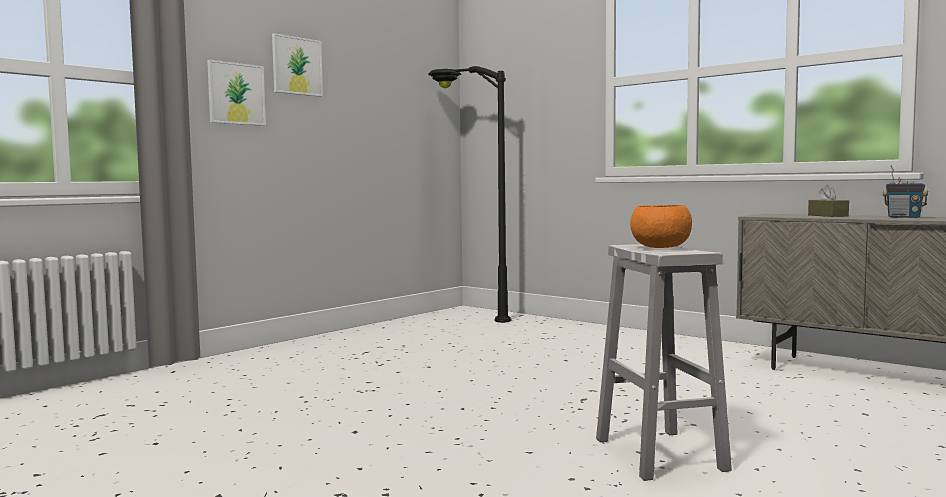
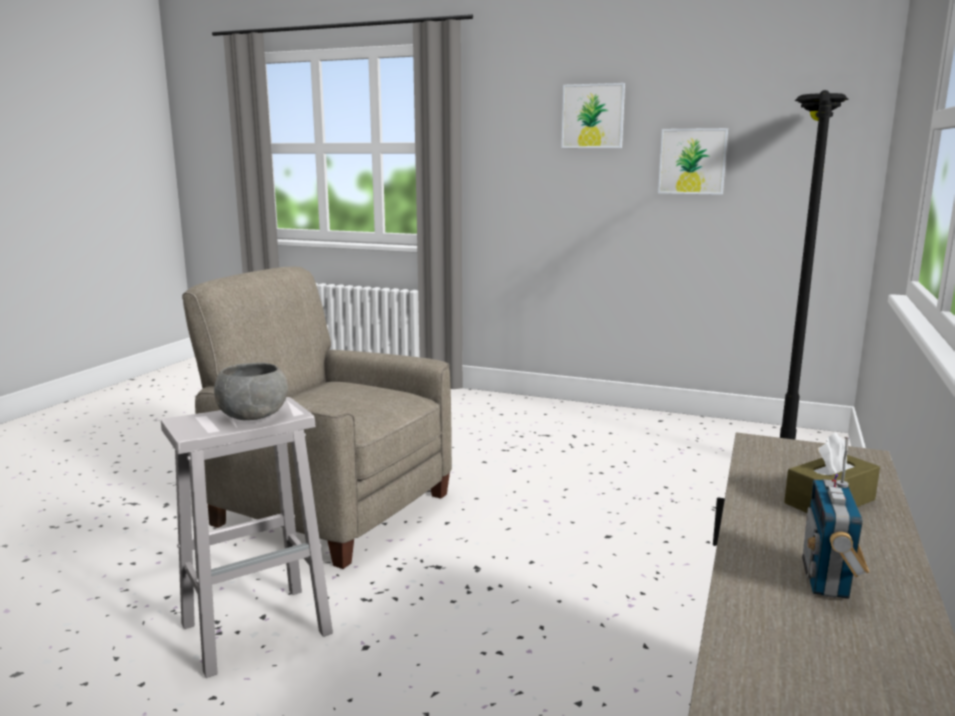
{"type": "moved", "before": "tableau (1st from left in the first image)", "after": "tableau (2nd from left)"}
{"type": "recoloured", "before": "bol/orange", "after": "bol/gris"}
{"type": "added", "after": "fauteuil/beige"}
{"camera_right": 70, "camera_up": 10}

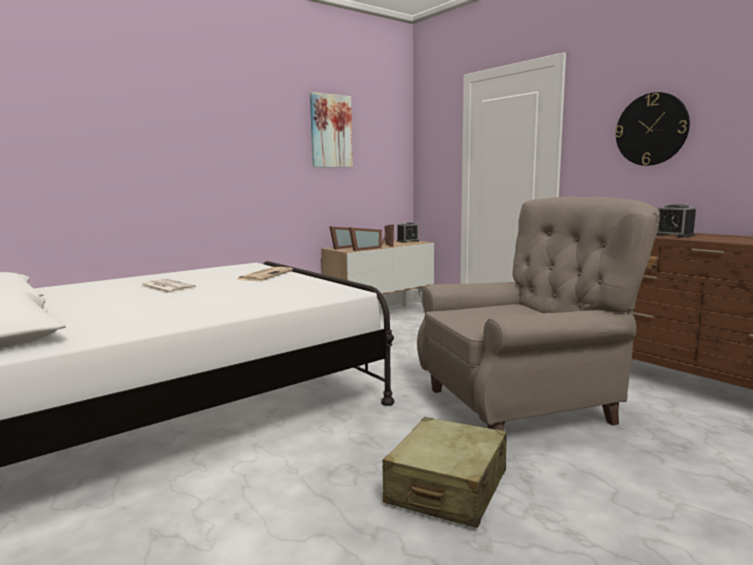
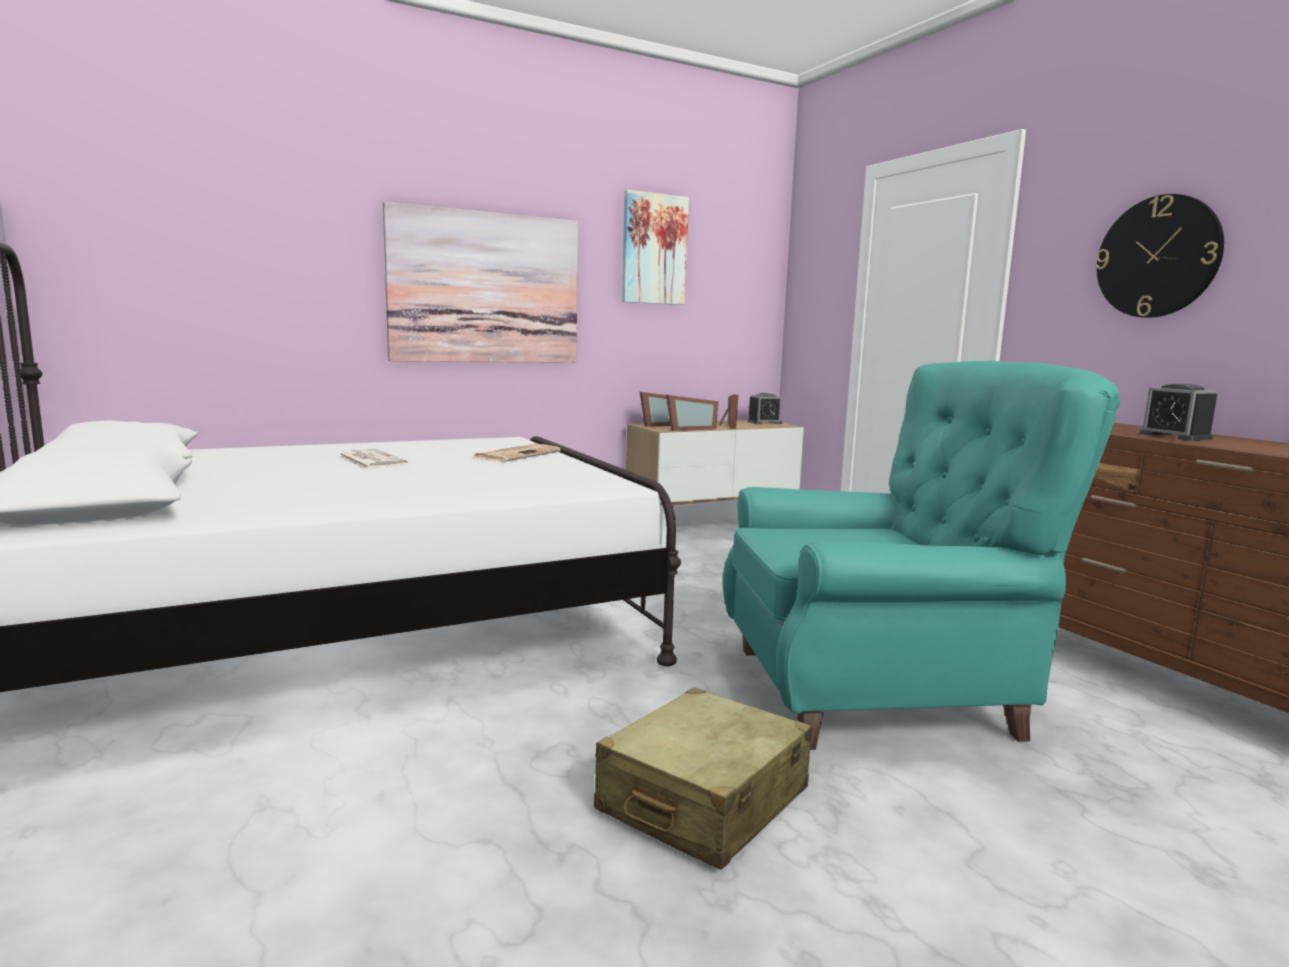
{"type": "recoloured", "before": "fauteuil/beige", "after": "fauteuil/turquoise"}
{"type": "added", "after": "tableau (1st from left)"}
{"camera_right": 10, "camera_up": 0}

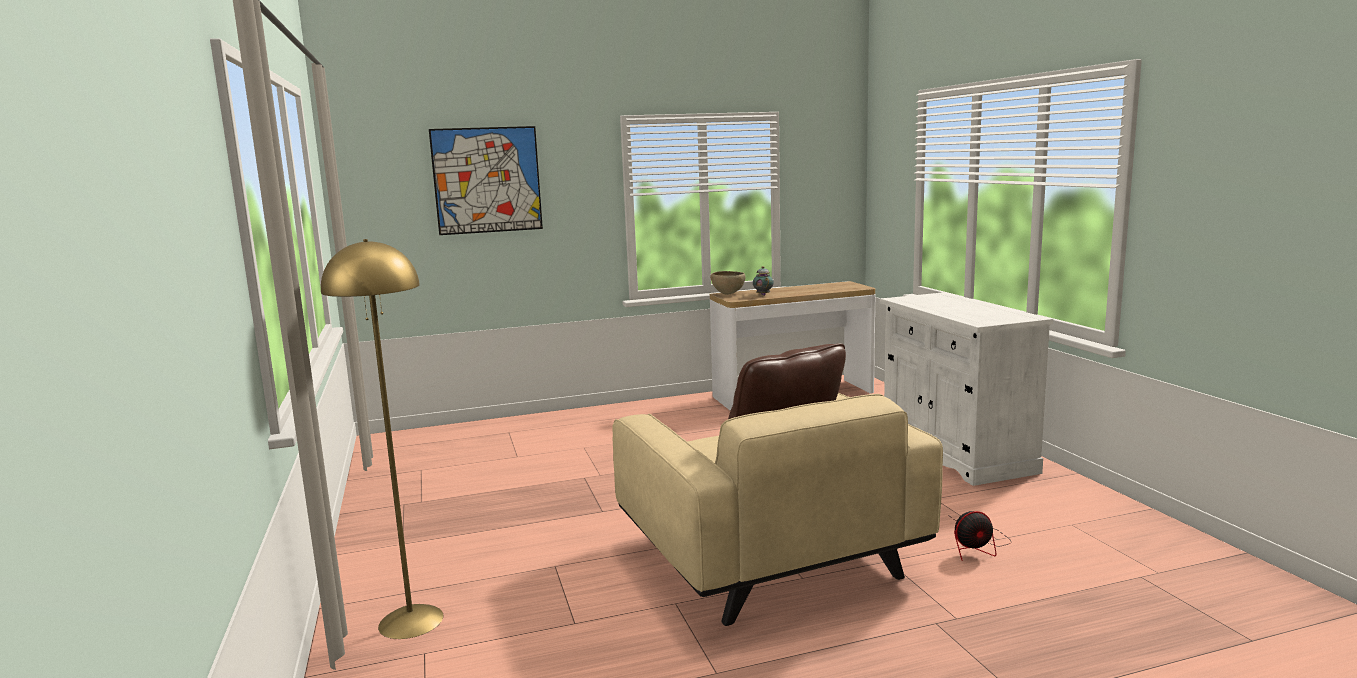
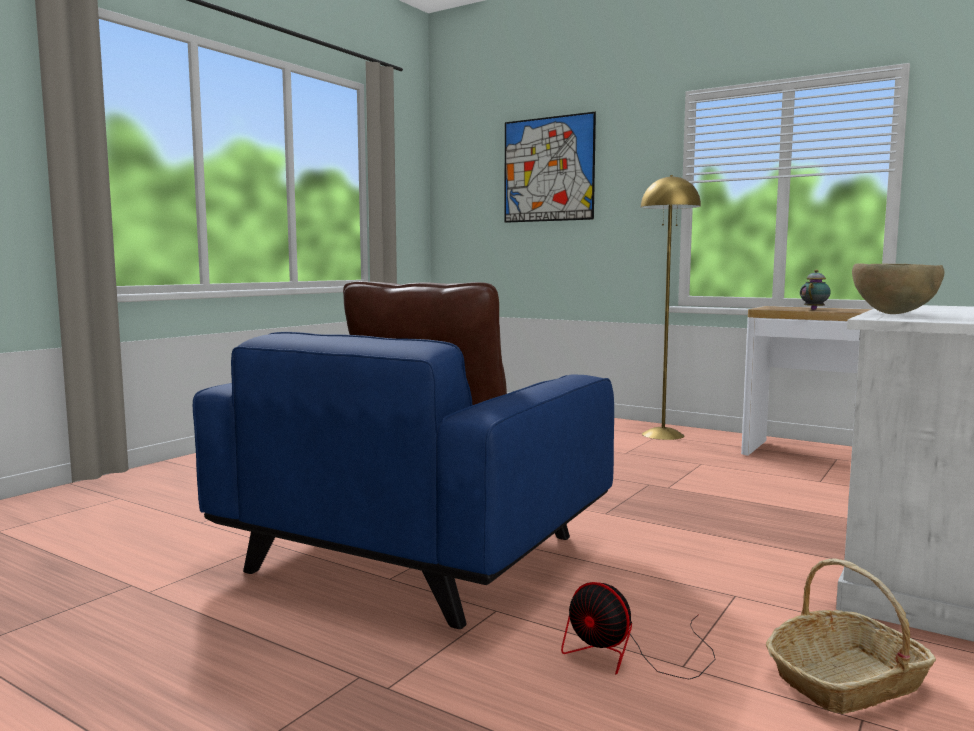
{"type": "moved", "before": "lampadaire/jaune"}
{"type": "recoloured", "before": "fauteuil/beige", "after": "fauteuil/bleu"}
{"type": "moved", "before": "bol/marron"}
{"type": "added", "after": "panier"}
{"camera_right": 50, "camera_up": -5}

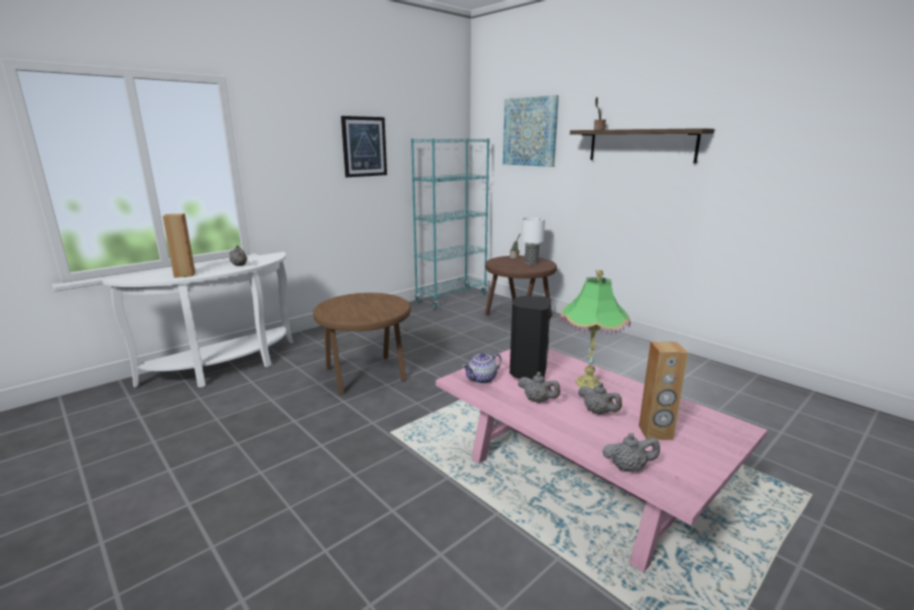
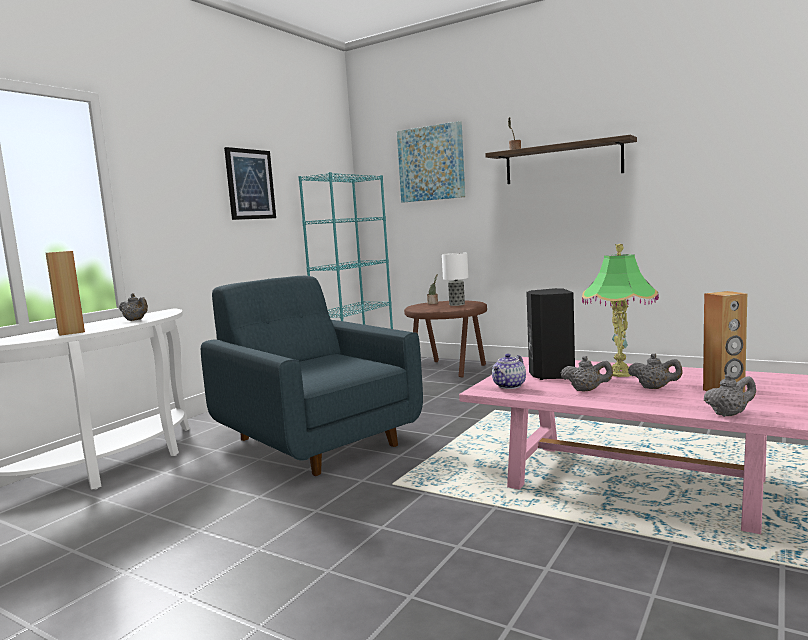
{"type": "replaced", "before": "table d'appoint/marron (1st from left)", "after": "fauteuil/bleu"}
{"camera_right": -15, "camera_up": -10}

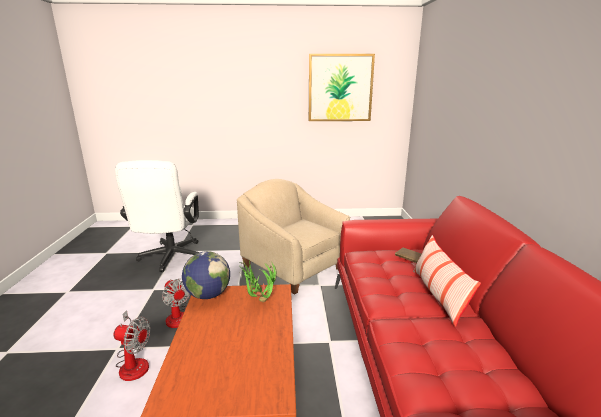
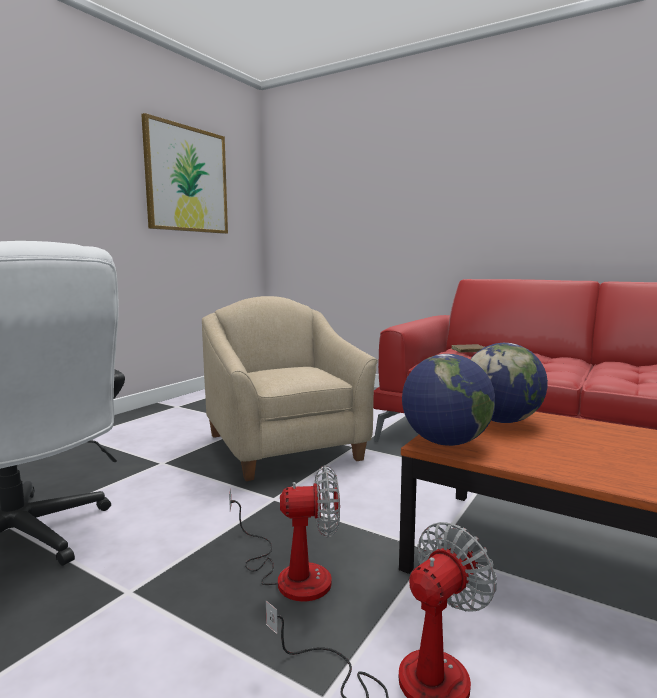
{"type": "turned", "before": "fauteuil/beige", "turn": 75}
{"type": "replaced", "before": "plante en pot", "after": "globe (2nd from left)"}
{"type": "removed", "before": "coussin"}
{"camera_right": -55, "camera_up": -10}

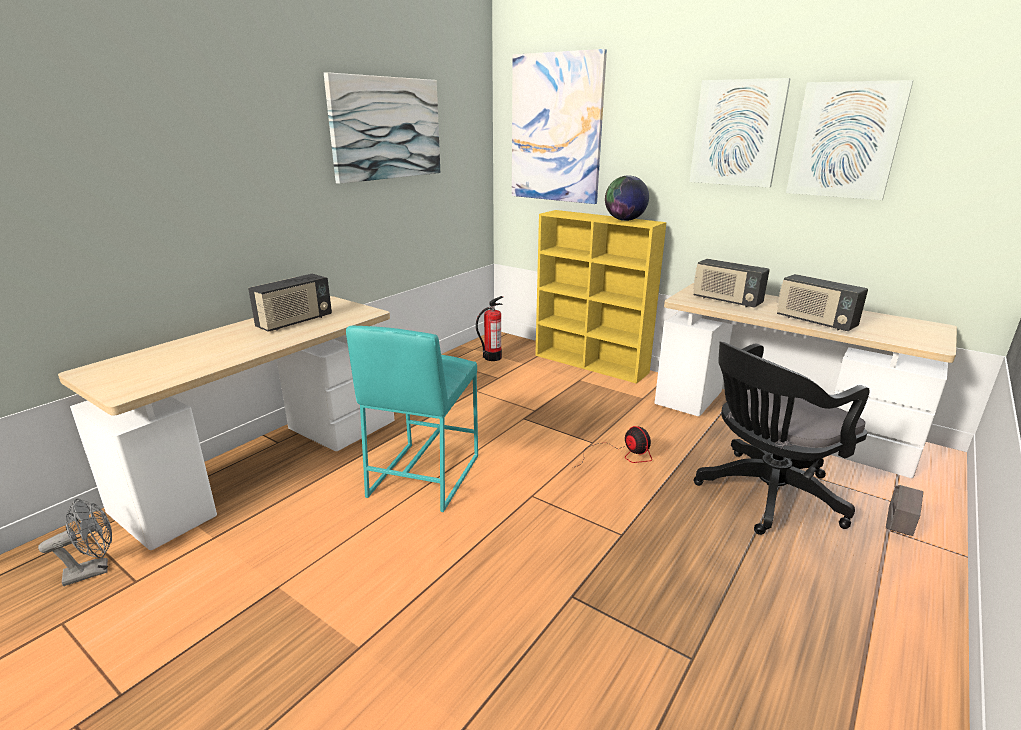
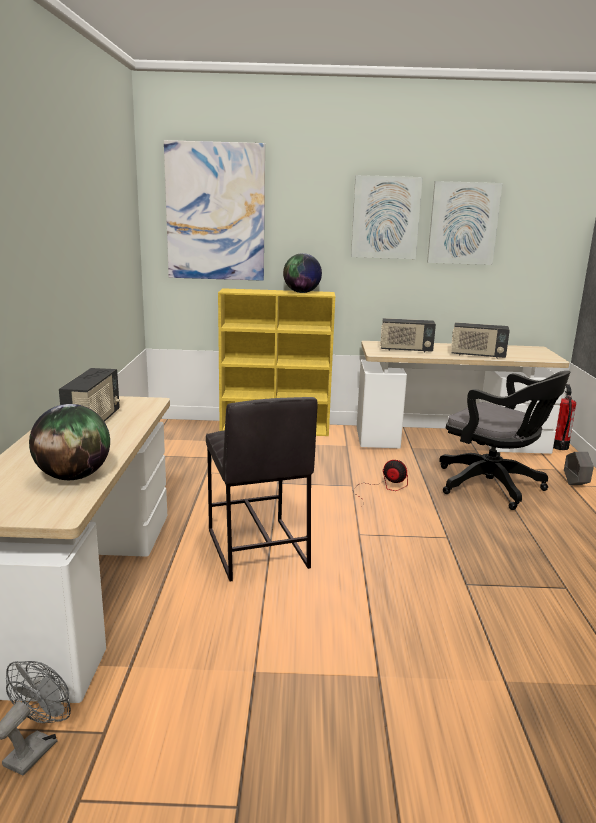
{"type": "removed", "before": "tableau (1st from left)"}
{"type": "recoloured", "before": "tabouret/turquoise", "after": "tabouret/gris"}
{"type": "moved", "before": "extincteur"}
{"type": "turned", "before": "chaise de bureau/noir", "turn": -75}
{"type": "added", "after": "globe (1st from left)"}
{"camera_right": -35, "camera_up": -5}

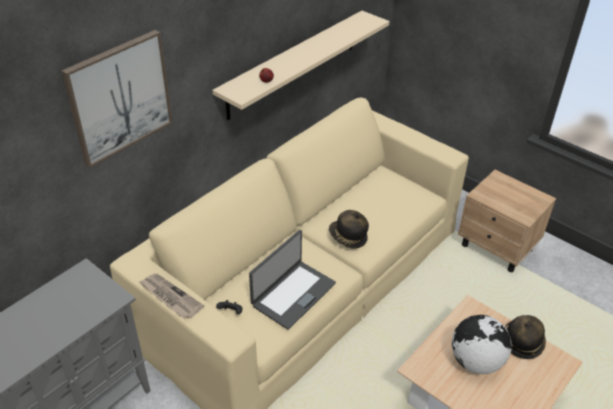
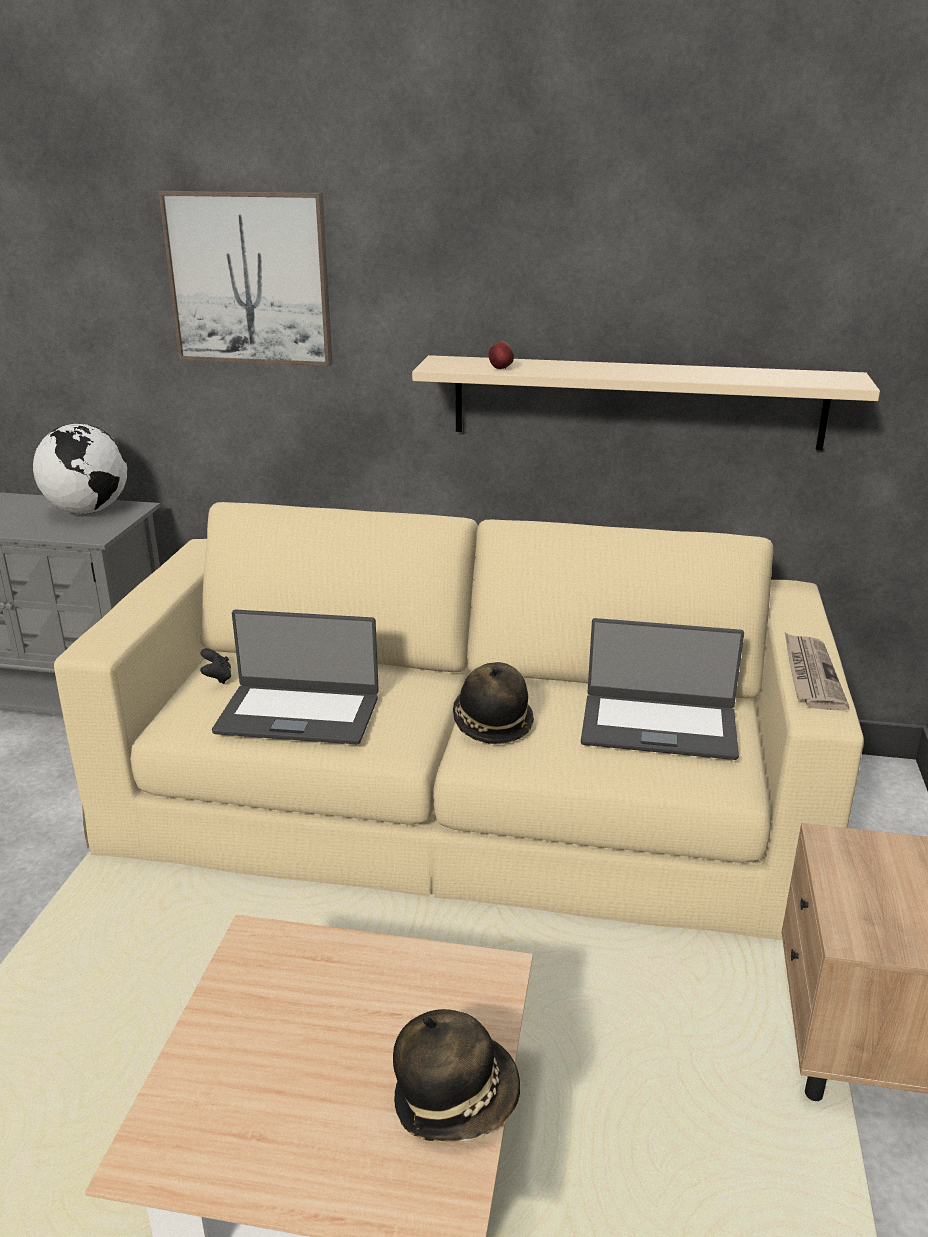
{"type": "moved", "before": "journal"}
{"type": "moved", "before": "globe"}
{"type": "added", "after": "ordinateur portable (2nd from left)"}
{"camera_right": 60, "camera_up": -15}

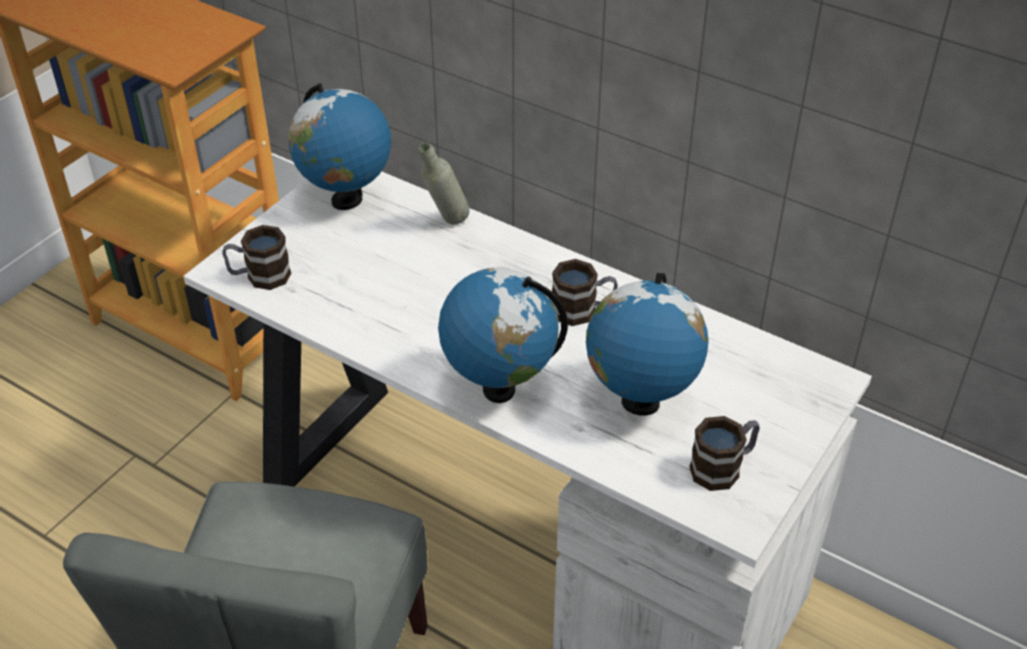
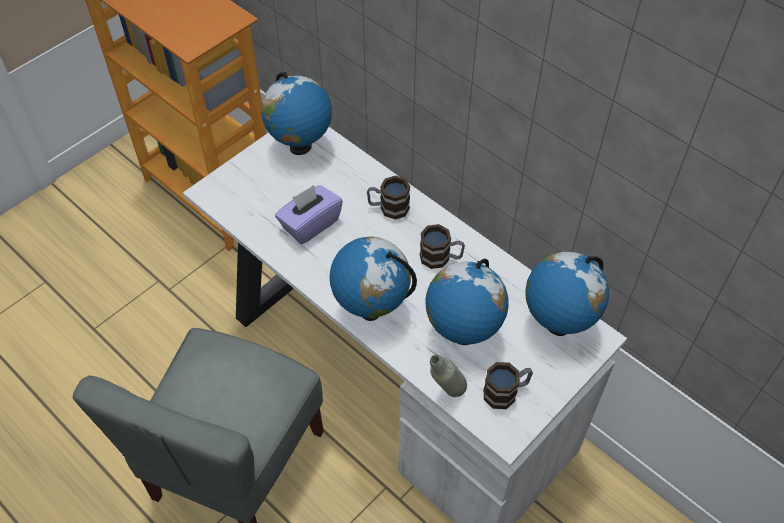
{"type": "moved", "before": "mug (1st from left)"}
{"type": "moved", "before": "bouteille/gris"}
{"type": "added", "after": "boîte à mouchoirs/violet"}
{"type": "added", "after": "globe (4th from left)"}
{"camera_right": 10, "camera_up": 10}

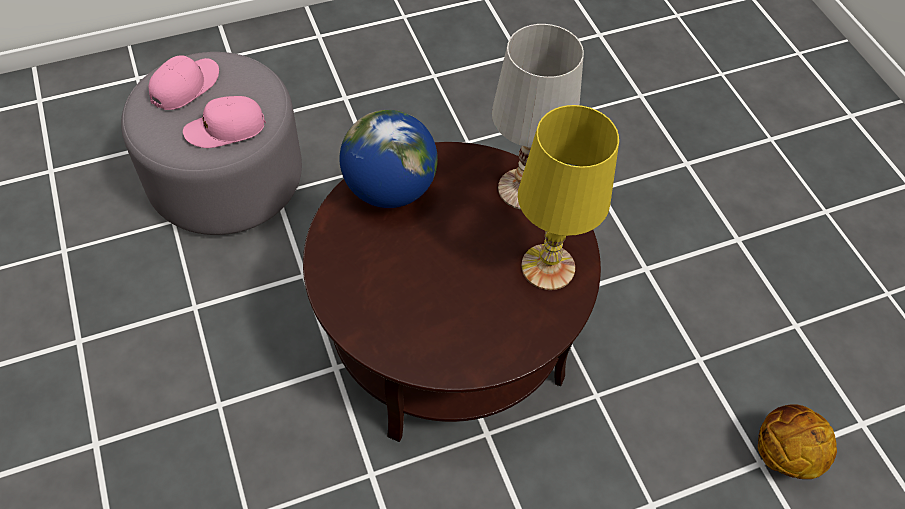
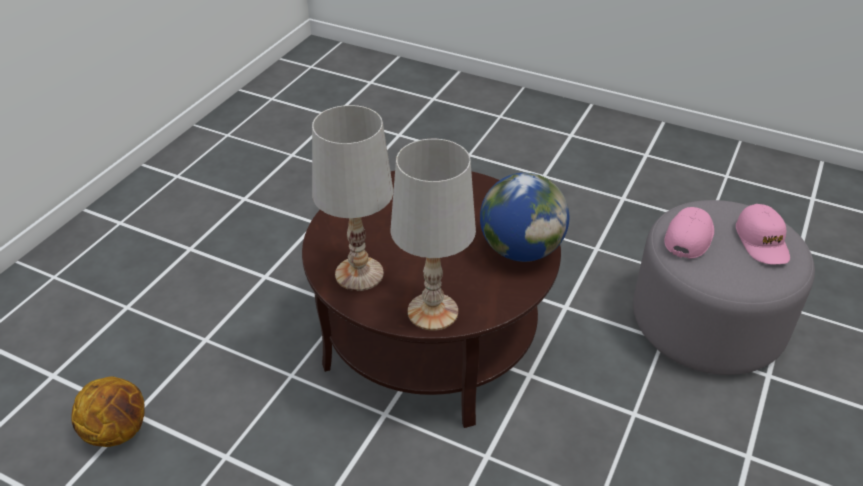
{"type": "recoloured", "before": "lampe de table/jaune", "after": "lampe de table/blanc (1st from left)"}
{"camera_right": 140, "camera_up": -15}

